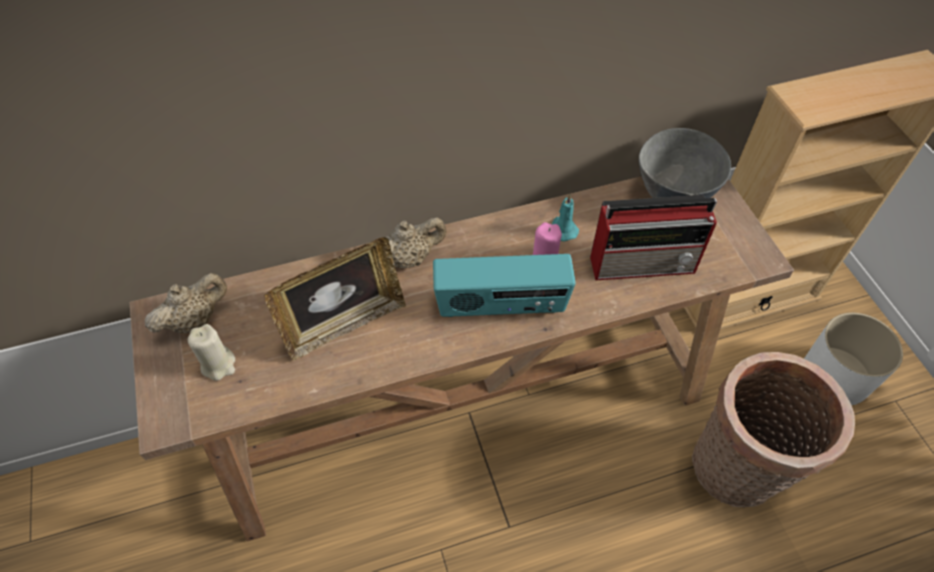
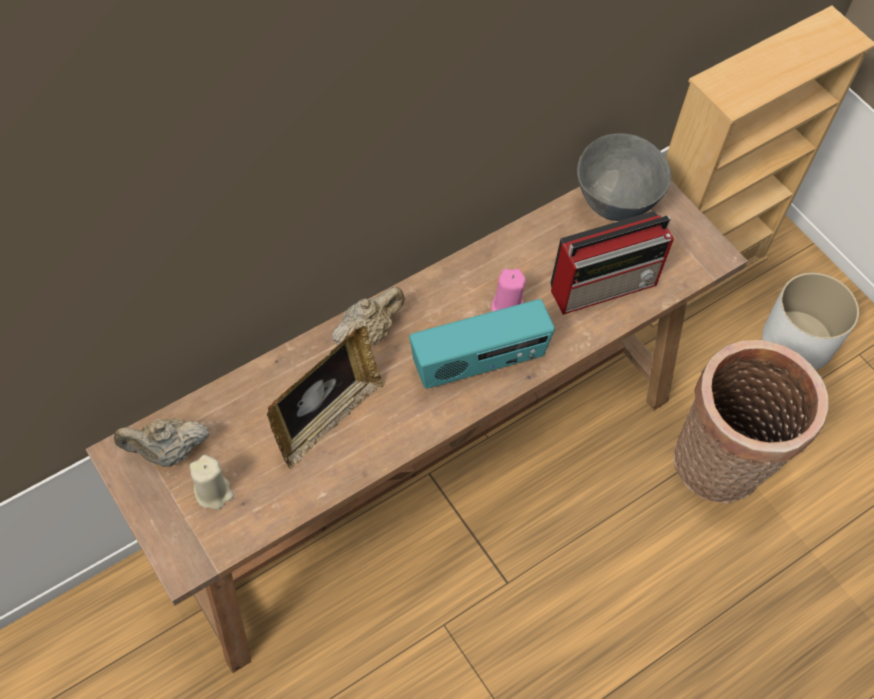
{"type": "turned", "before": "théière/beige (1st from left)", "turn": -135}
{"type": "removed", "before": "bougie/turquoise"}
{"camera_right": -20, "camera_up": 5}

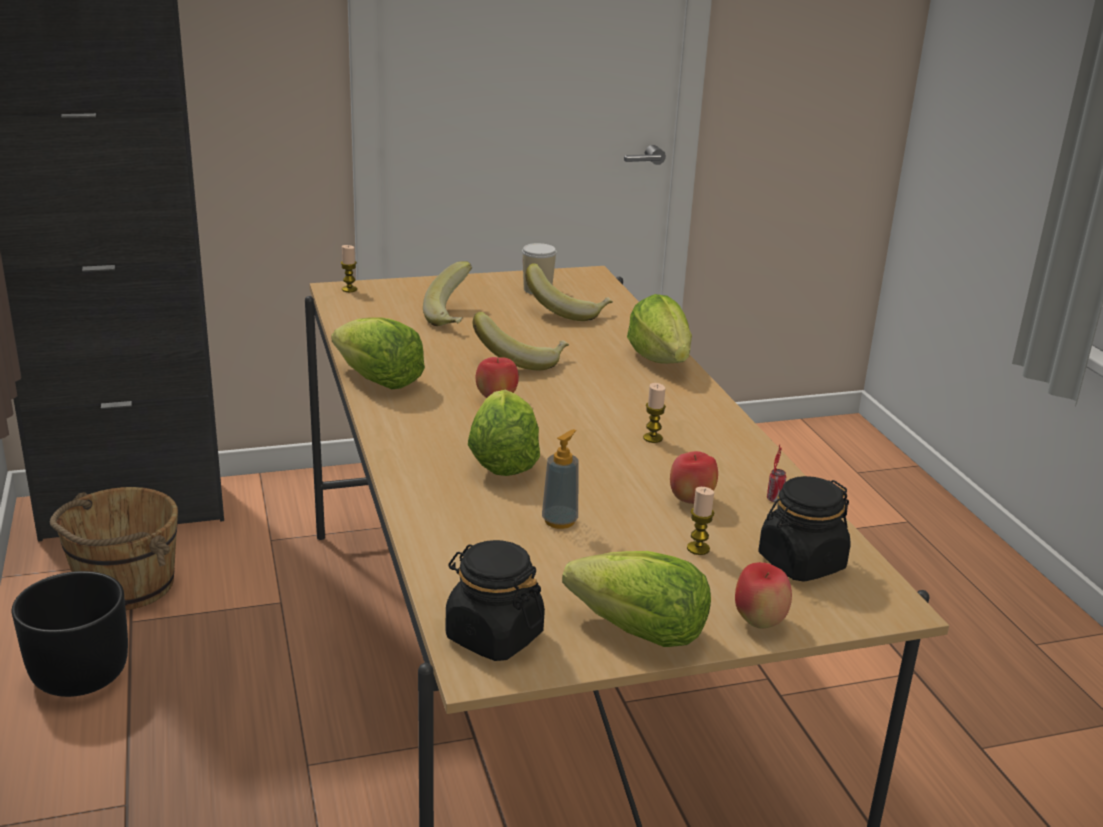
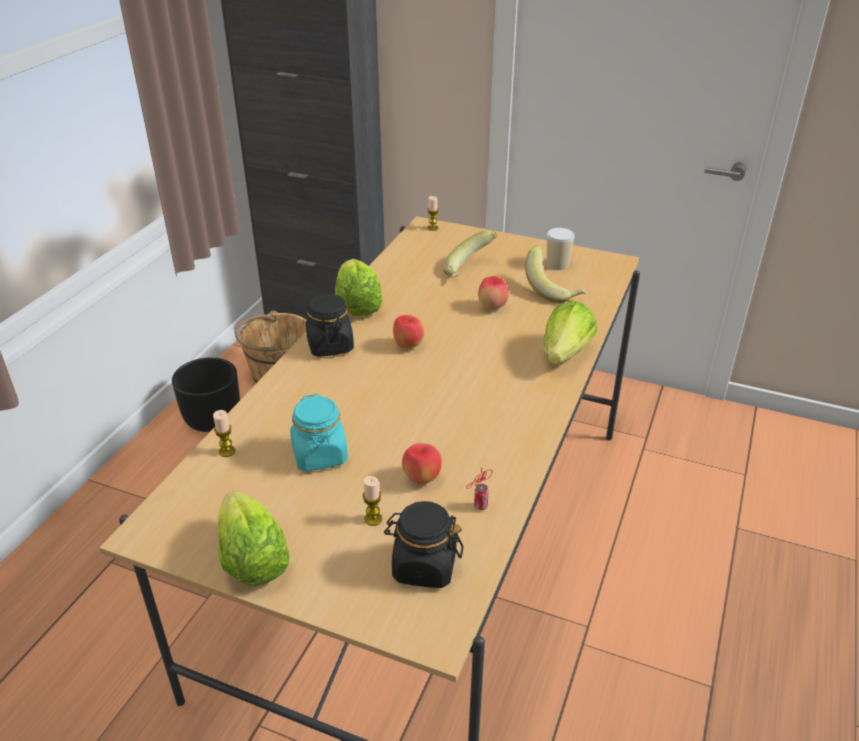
{"type": "moved", "before": "bocal/noir (1st from left)"}
{"type": "removed", "before": "laitue (2nd from left)"}
{"type": "removed", "before": "banane (2nd from left)"}
{"type": "replaced", "before": "distributeur de savon", "after": "bocal/turquoise"}
{"type": "moved", "before": "bougie (2nd from left in the first image)", "after": "bougie (1st from left)"}
{"type": "moved", "before": "pomme (3rd from left)"}
{"camera_right": 40, "camera_up": 10}

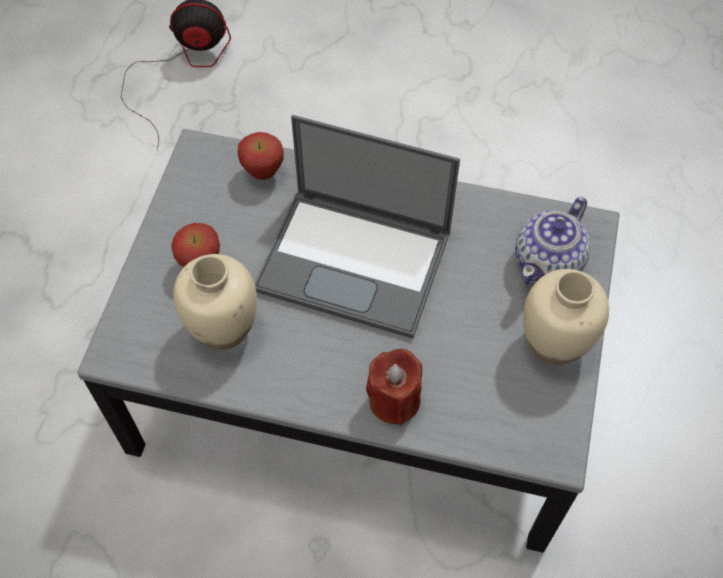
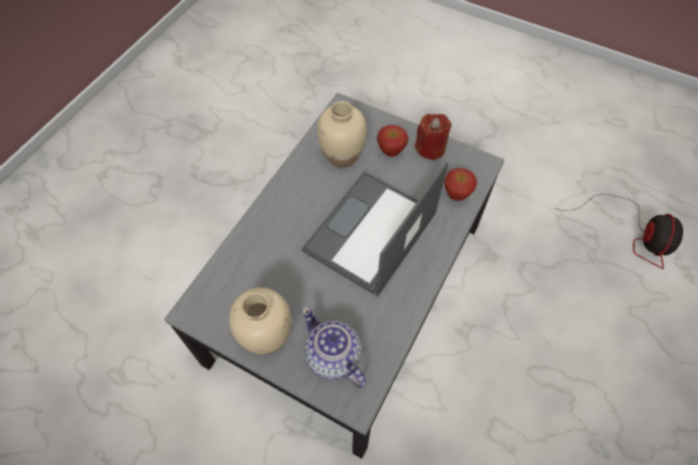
{"type": "moved", "before": "bougie/rouge"}
{"camera_right": 105, "camera_up": 0}

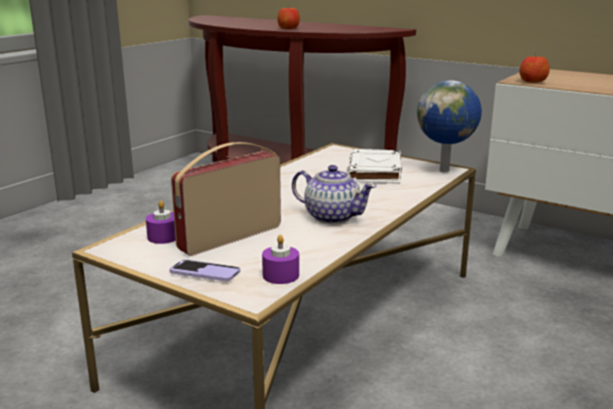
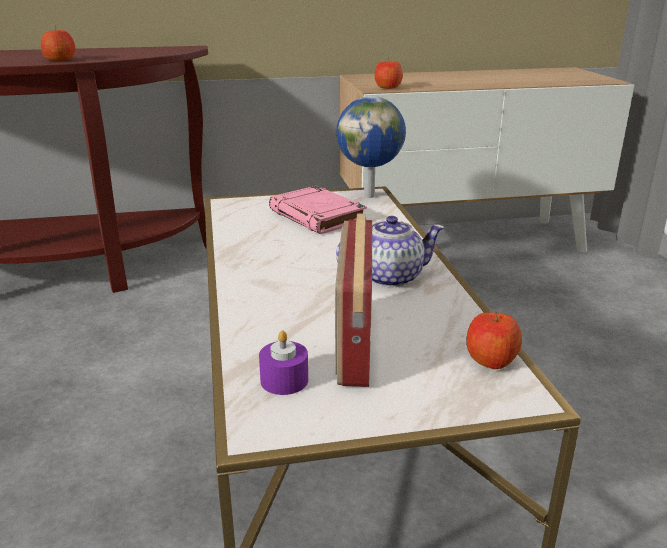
{"type": "removed", "before": "téléphone"}
{"type": "replaced", "before": "bougie/violet (2nd from left)", "after": "pomme (3rd from left)"}
{"type": "recoloured", "before": "livre/blanc", "after": "livre/rose"}
{"camera_right": -45, "camera_up": 5}

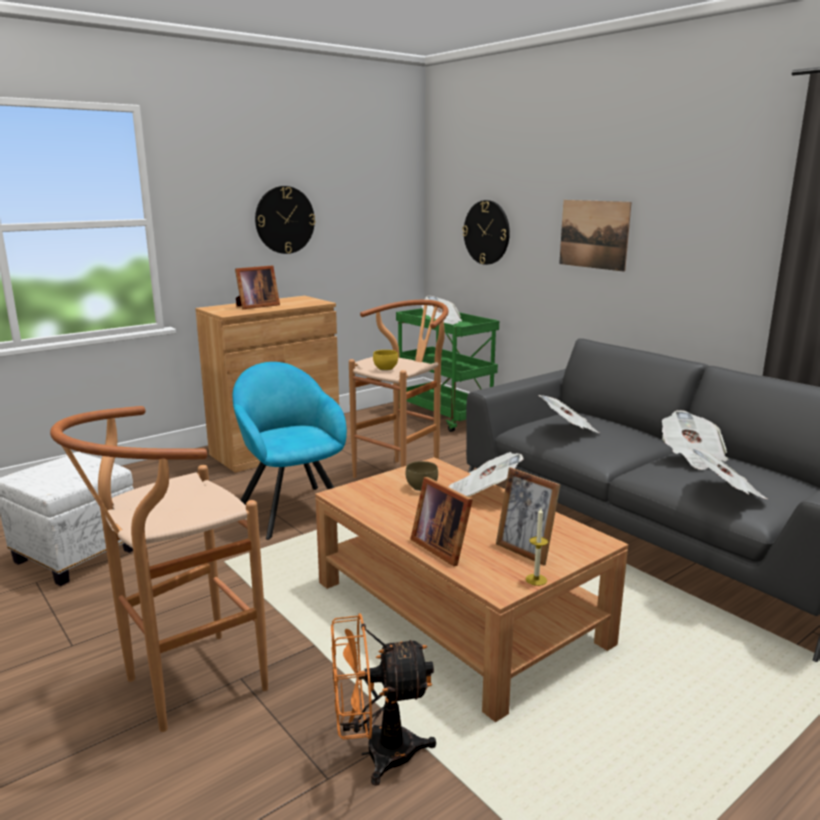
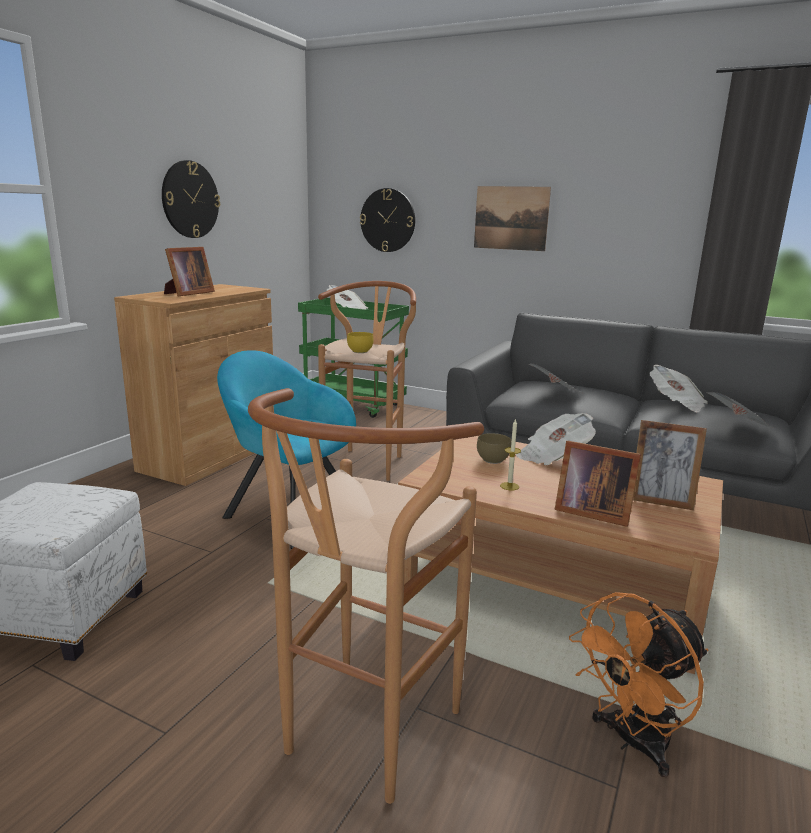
{"type": "moved", "before": "bougie"}
{"camera_right": -25, "camera_up": 0}

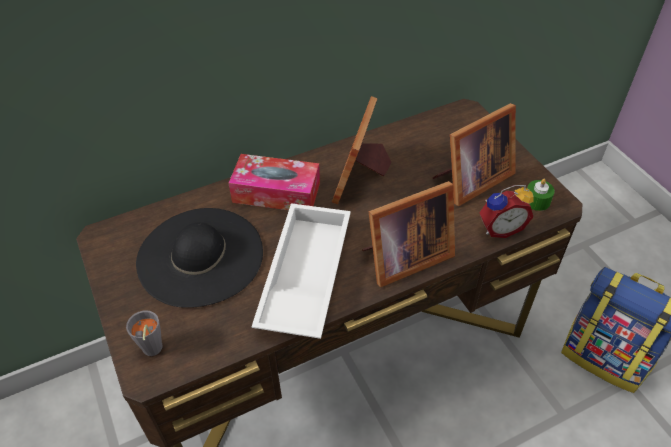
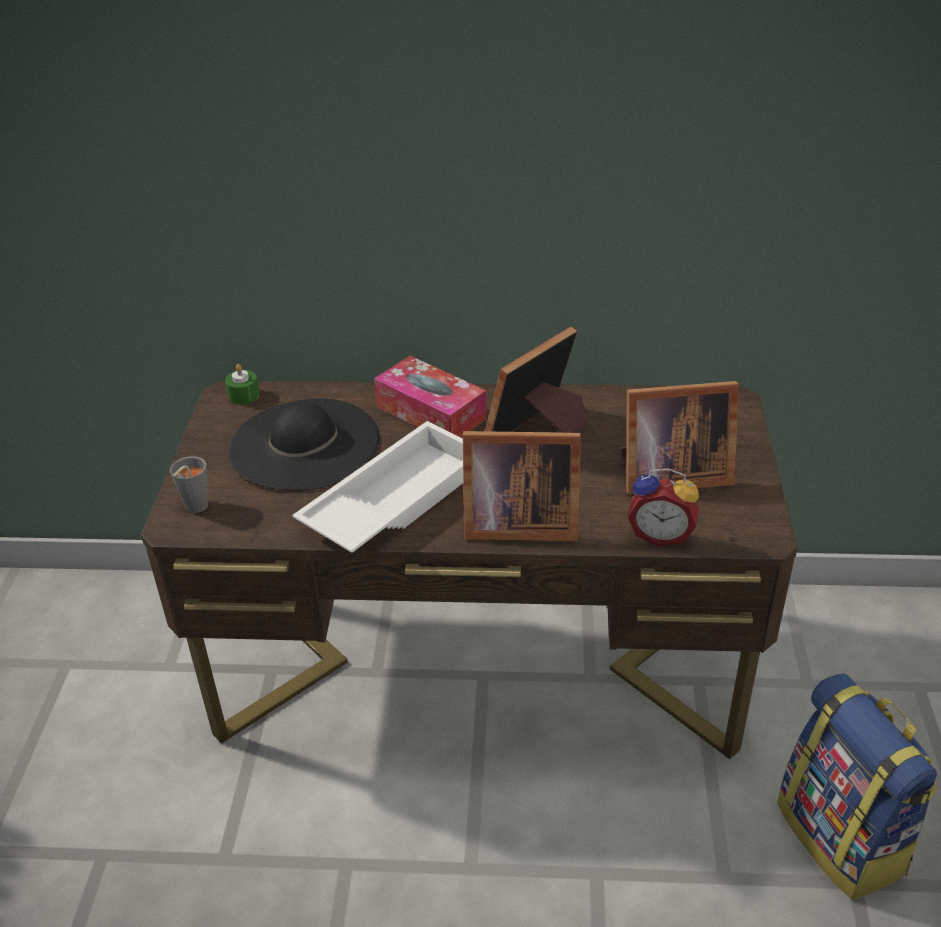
{"type": "moved", "before": "bougie/vert"}
{"camera_right": 30, "camera_up": -10}

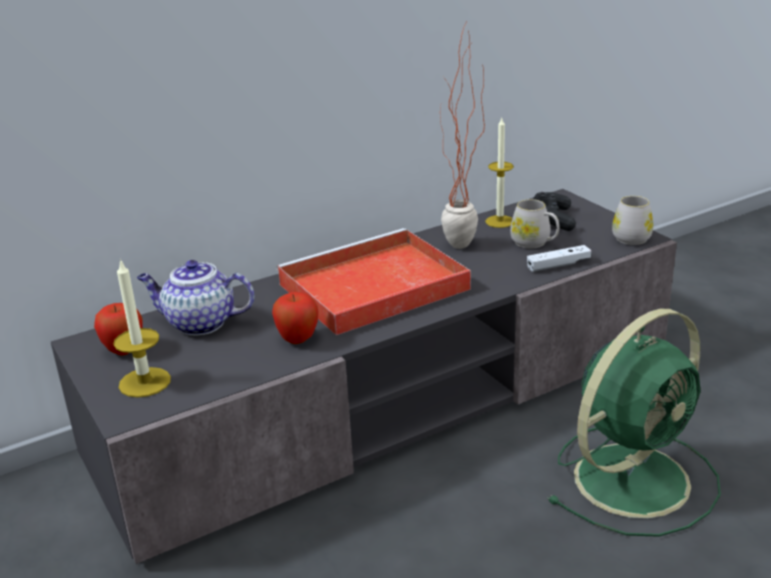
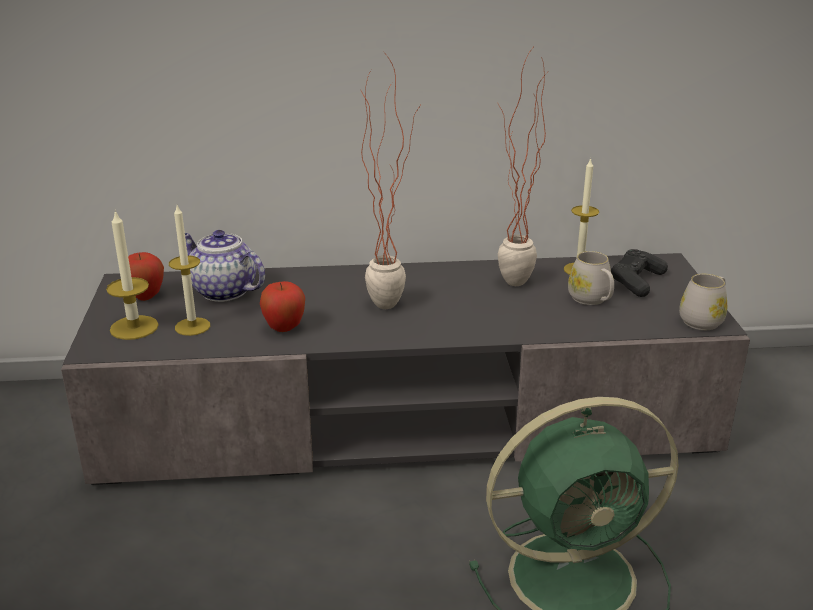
{"type": "replaced", "before": "plateau/rouge", "after": "plante en pot (1st from left)"}
{"type": "removed", "before": "manette/blanc"}
{"type": "added", "after": "bougie (2nd from left)"}
{"camera_right": 25, "camera_up": 0}

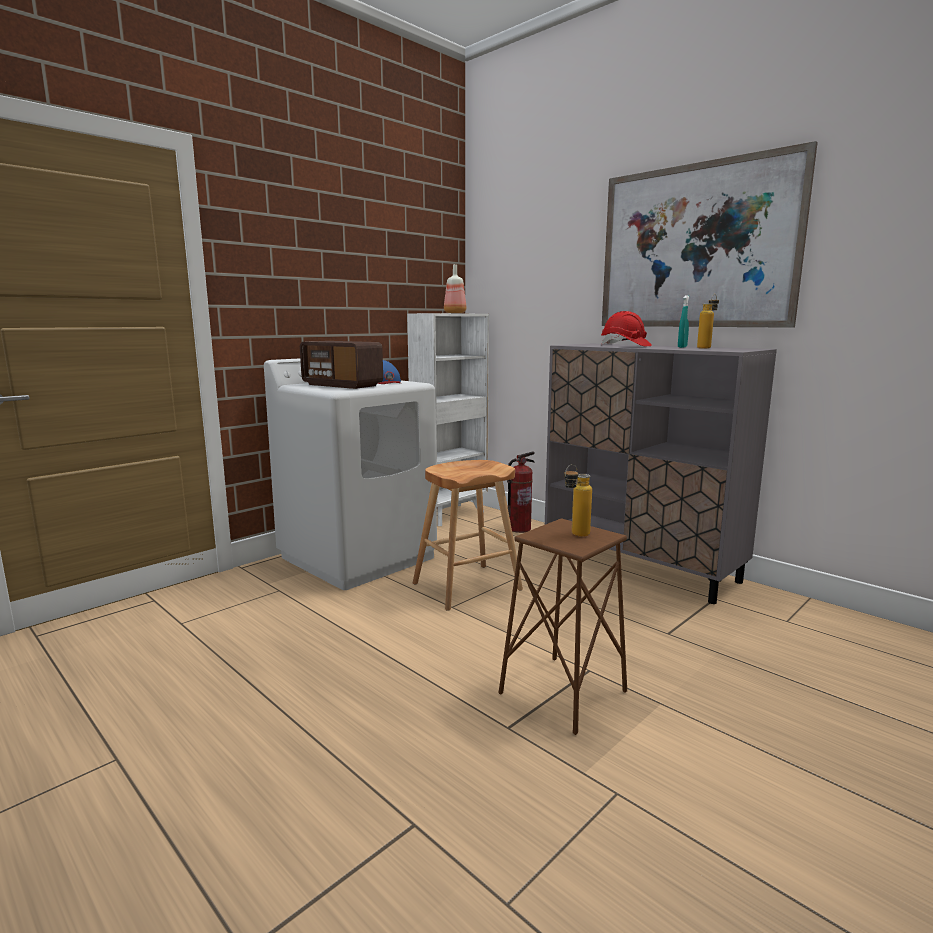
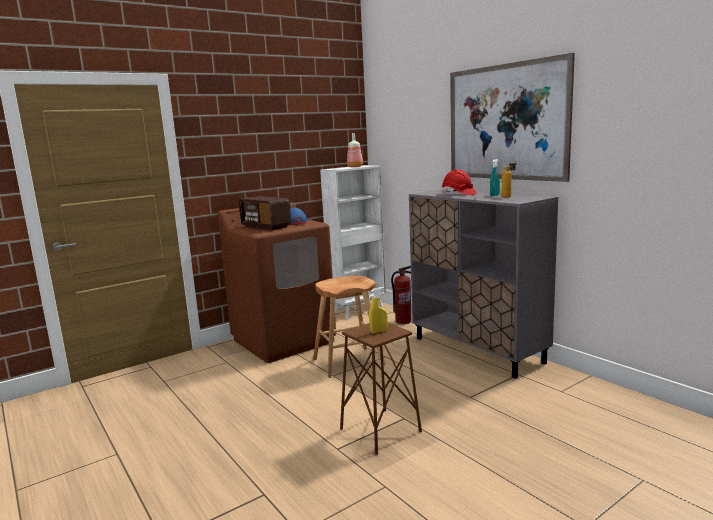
{"type": "recoloured", "before": "lave-linge/blanc", "after": "lave-linge/marron"}
{"type": "replaced", "before": "bouteille (2nd from left)", "after": "vaporisateur/jaune"}
{"camera_right": 10, "camera_up": 0}

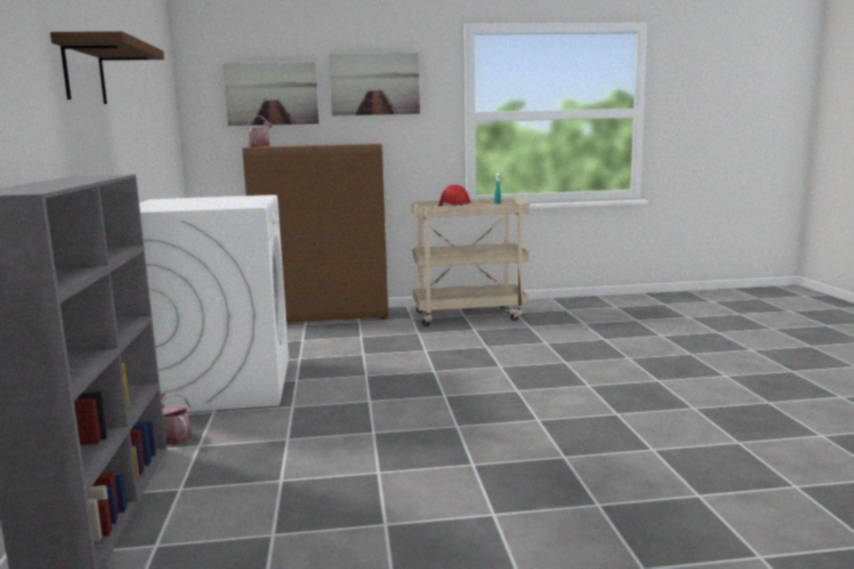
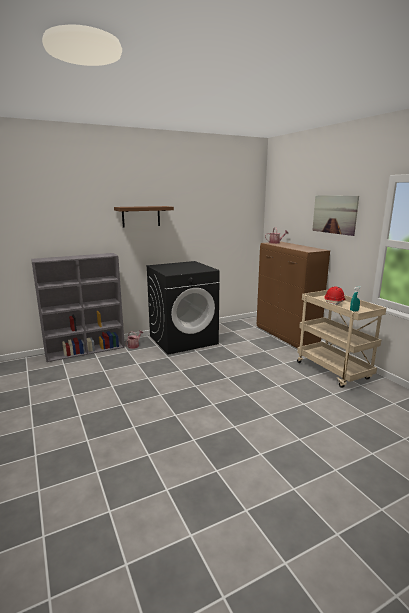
{"type": "recoloured", "before": "lave-linge/blanc", "after": "lave-linge/noir"}
{"type": "removed", "before": "tableau (1st from left)"}
{"camera_right": 70, "camera_up": 5}

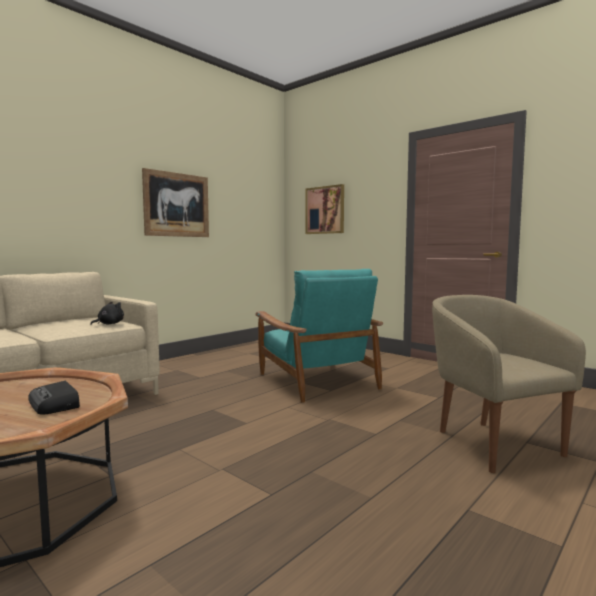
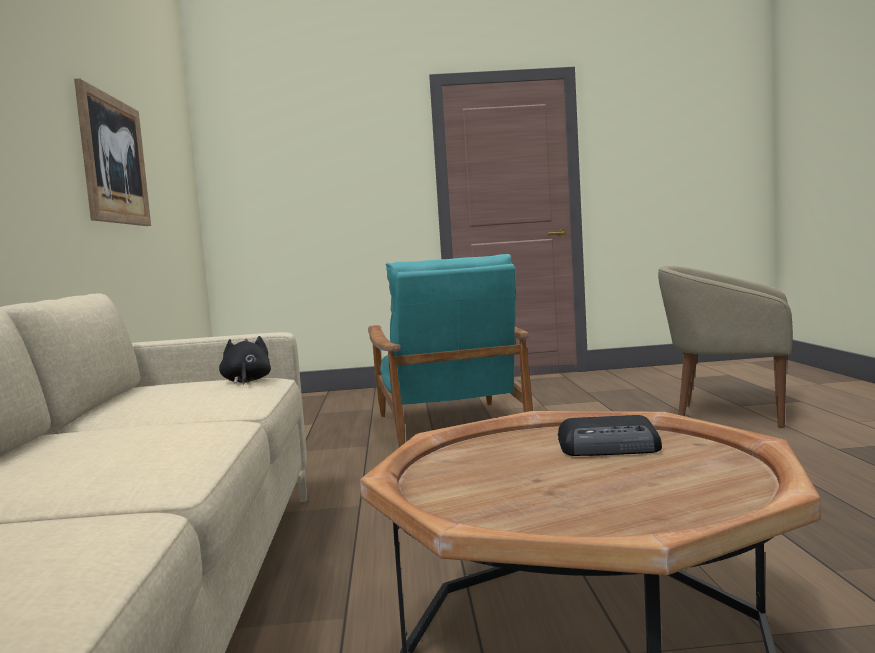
{"type": "turned", "before": "fauteuil/turquoise", "turn": 60}
{"type": "removed", "before": "tableau (2nd from left)"}
{"camera_right": -45, "camera_up": 0}

